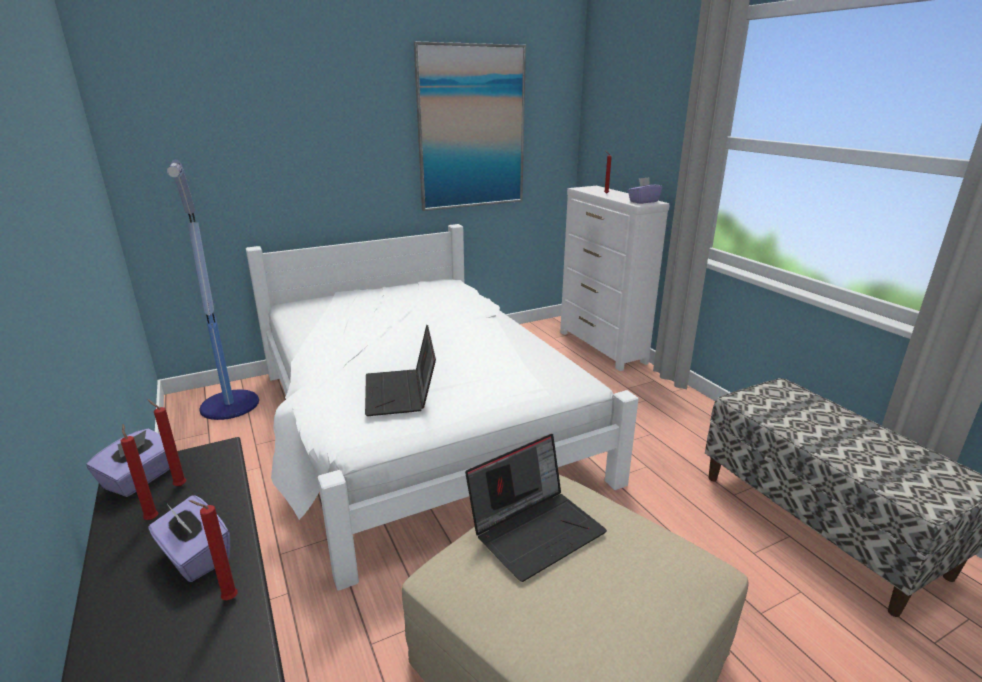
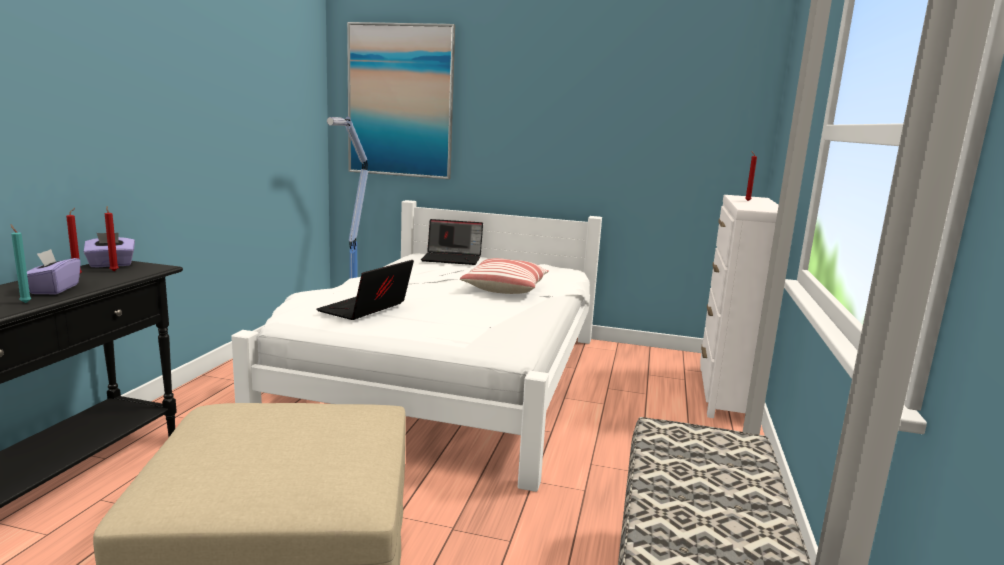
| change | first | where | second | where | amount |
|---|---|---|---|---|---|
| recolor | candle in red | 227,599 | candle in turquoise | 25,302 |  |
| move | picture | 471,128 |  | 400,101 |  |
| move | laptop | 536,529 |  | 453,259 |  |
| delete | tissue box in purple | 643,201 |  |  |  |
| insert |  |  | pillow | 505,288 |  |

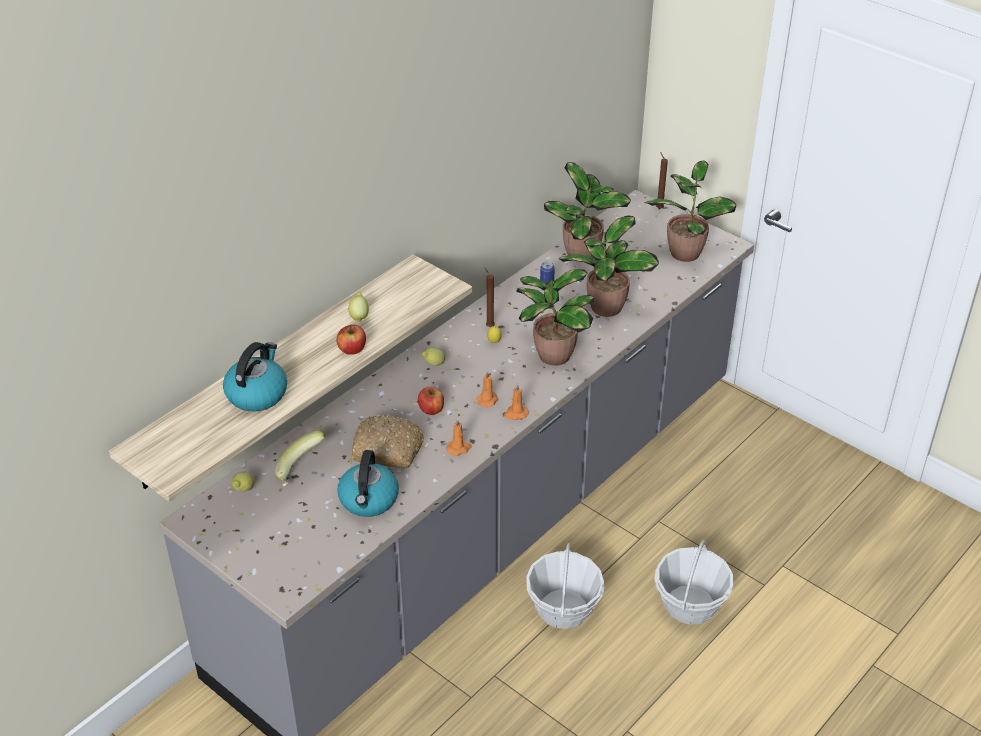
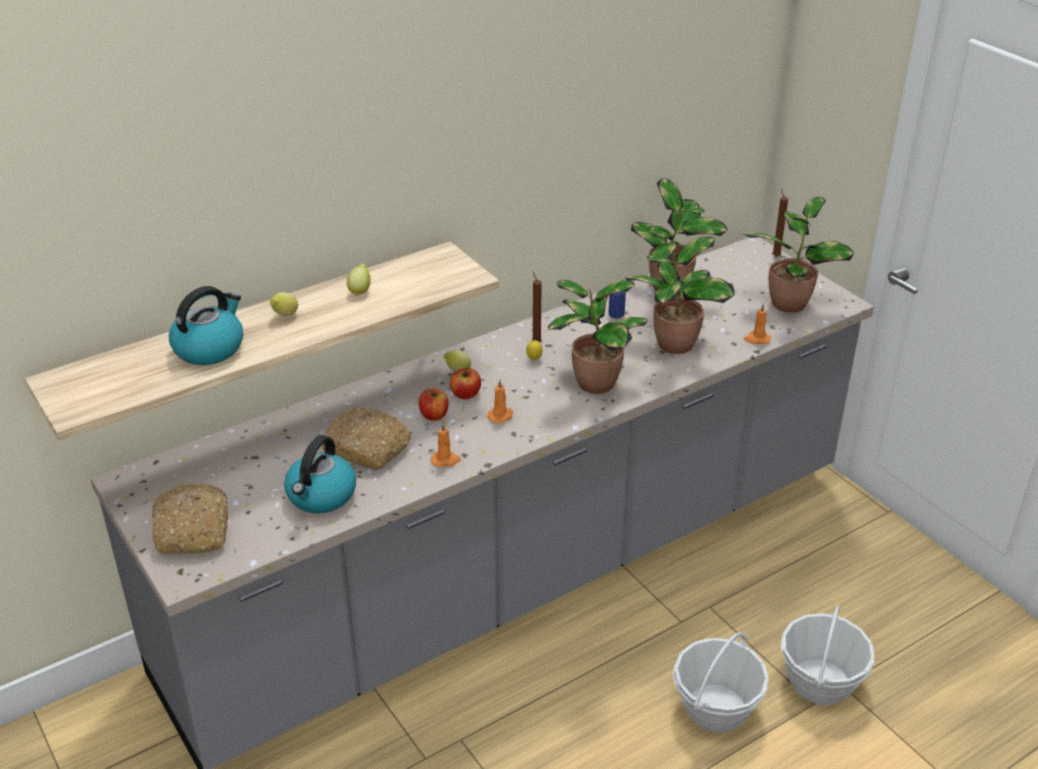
| change | first | where | second | where | amount |
|---|---|---|---|---|---|
| move | lemon | 243,490 |  | 284,315 |  |
| delete | banana | 301,471 |  |  |  |
| move | apple | 352,349 |  | 466,394 |  |
| move | candle in orange | 515,414 |  | 757,339 |  |
| move | basket | 563,609 |  | 820,682 |  |
| insert |  |  | bread | 194,530 |  |

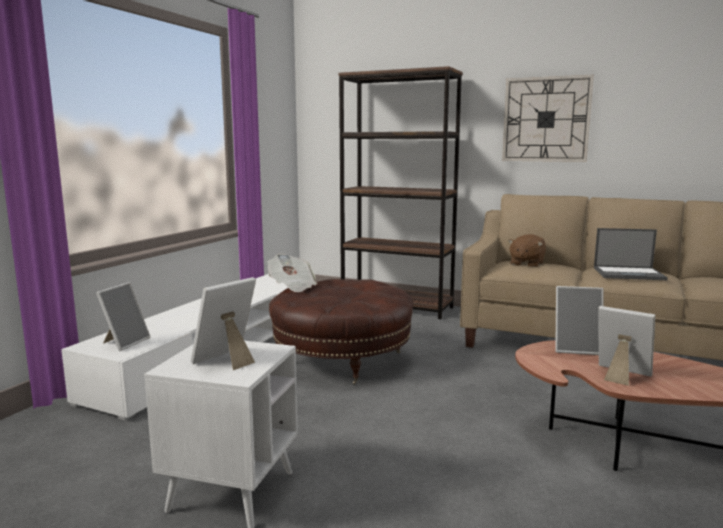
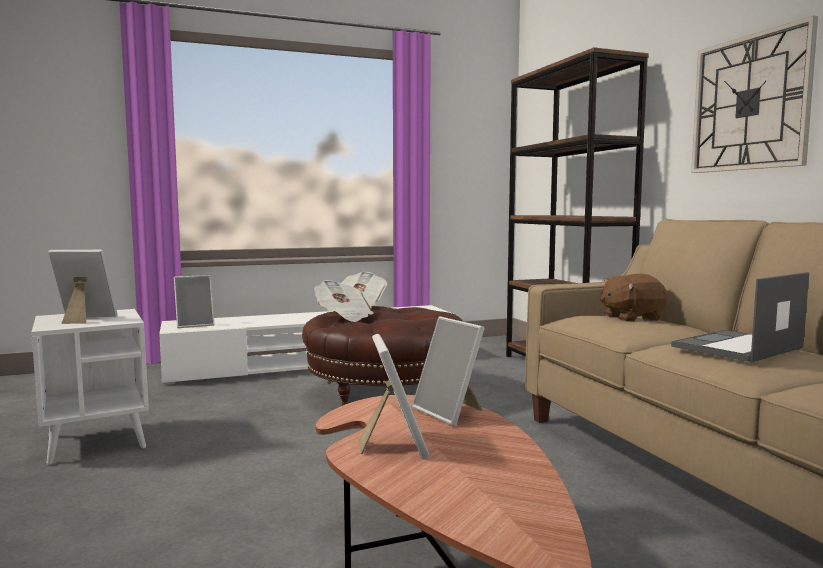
| change | first | where | second | where | amount |
|---|---|---|---|---|---|
| rotate | laptop | 629,274 |  | 737,347 | 90 degrees clockwise |
| insert |  |  | newspaper | 344,316 |  |

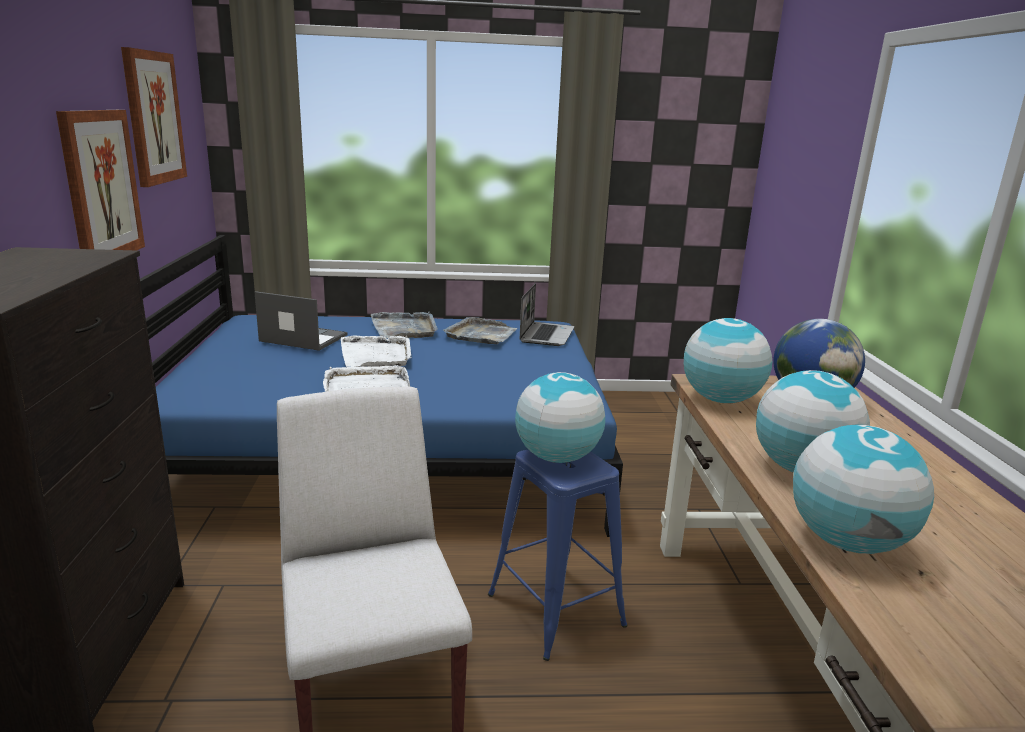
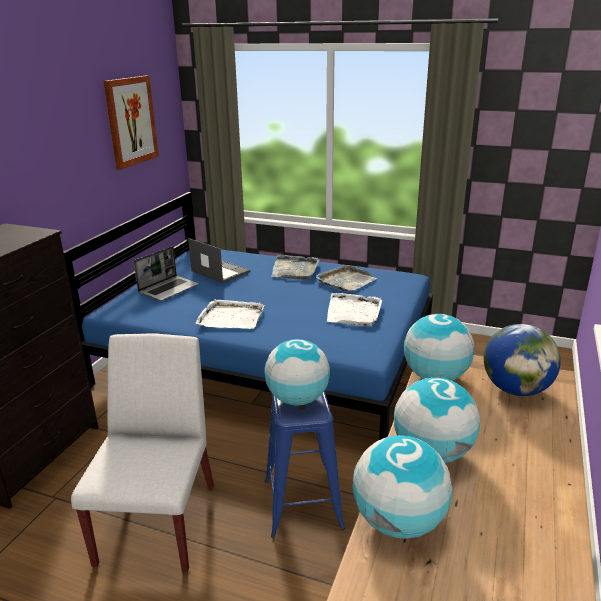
| change | first | where | second | where | amount |
|---|---|---|---|---|---|
| delete | picture | 101,186 |  |  |  |
| move | tray in white | 376,355 |  | 353,312 |  |
| move | laptop | 546,335 |  | 169,289 |  |

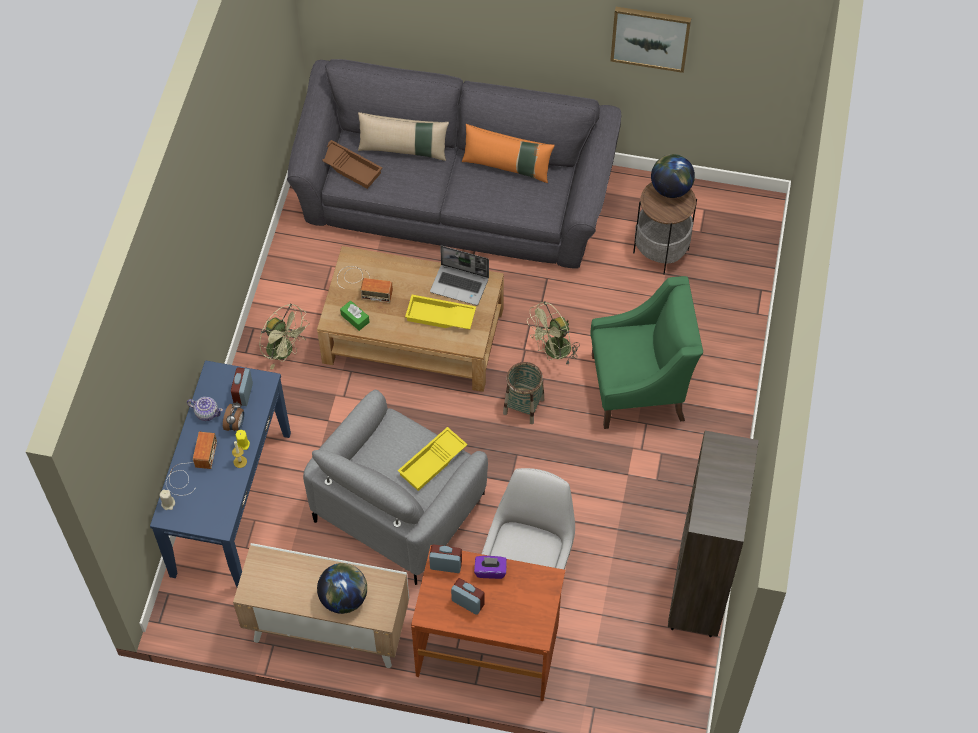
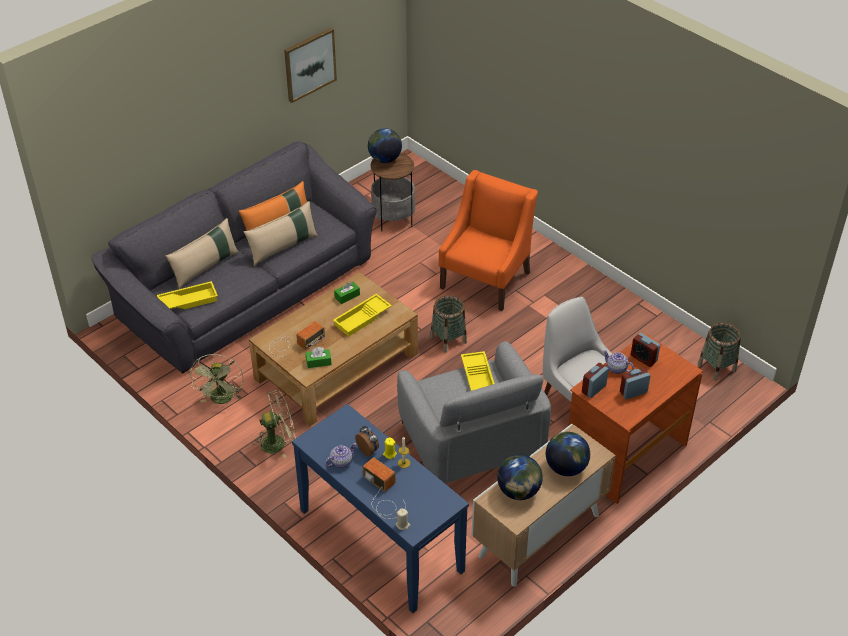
| change | first | where | second | where | amount |
|---|---|---|---|---|---|
| move | alarm clock | 243,394 |  | 643,358 |  |
| recolor | tray in brown | 350,167 | tray in yellow | 188,300 |  |
| replace | laptop | 460,285 | tissue box in green | 347,296 |  |
| replace | tissue box in purple | 490,571 | teapot | 616,369 |  |
| move | fan in green | 553,352 |  | 222,400 |  |
| recolor | armchair in green | 639,387 | armchair in orange | 486,279 |  |
| delete | bookcase in brown | 698,595 |  |  |  |
| insert |  |  | pillow in beige | 283,247 |  |
| insert |  |  | globe | 518,491 |  |
| insert |  |  | basket | 717,367 |  |

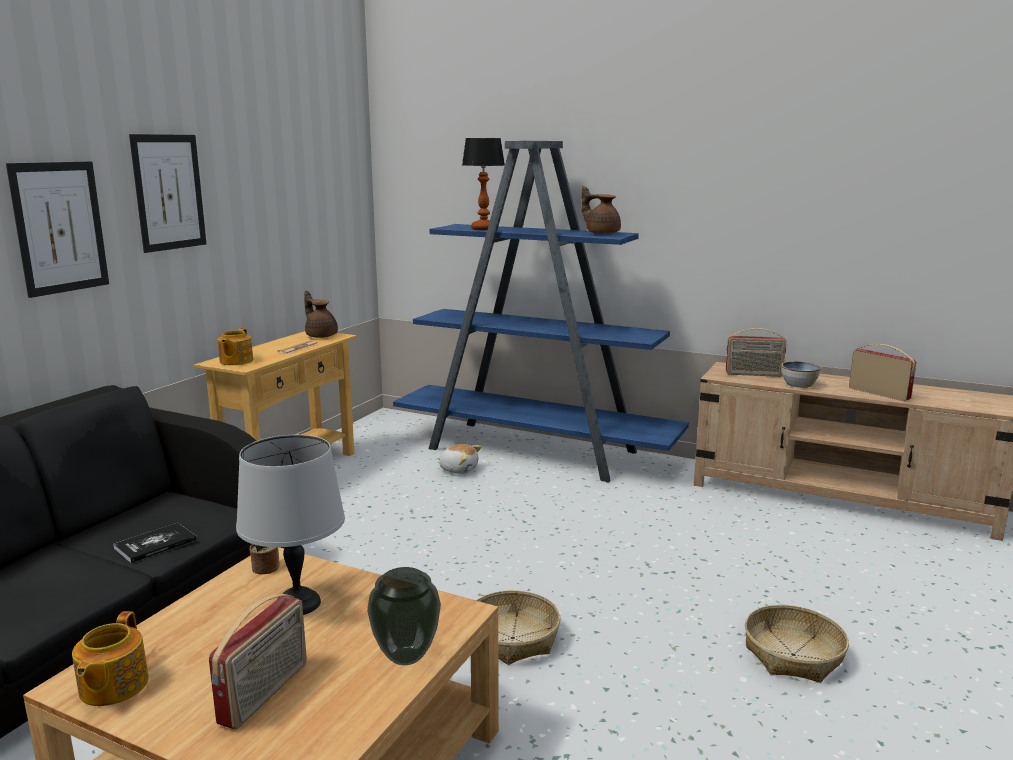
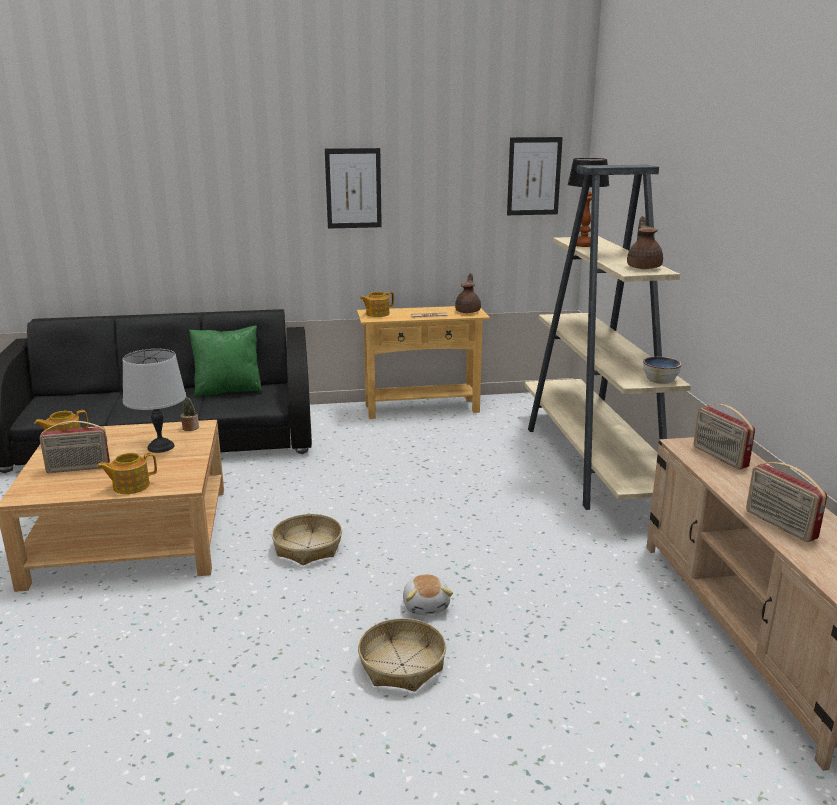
| change | first | where | second | where | amount |
|---|---|---|---|---|---|
| move | picture | 60,227 |  | 534,176 |  |
| delete | book | 155,544 |  |  |  |
| replace | vase | 405,656 | teapot | 130,486 |  |
| recolor | bookcase in blue | 535,451 | bookcase in beige | 594,464 |  |
| move | plush toy | 458,469 |  | 426,605 |  |
| move | bowl | 799,384 |  | 660,380 |  |
| rotate | radio | 879,393 |  | 779,525 | 135 degrees clockwise |
| insert |  |  | pillow in green | 228,390 |  |

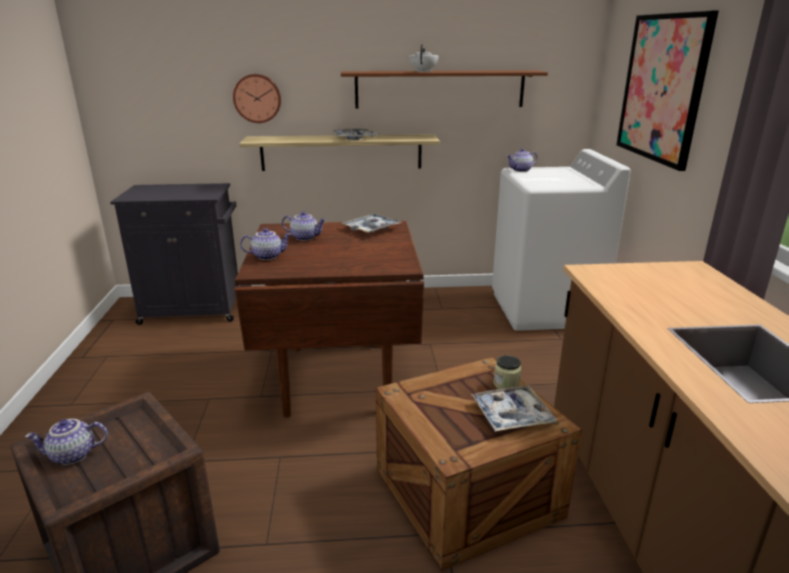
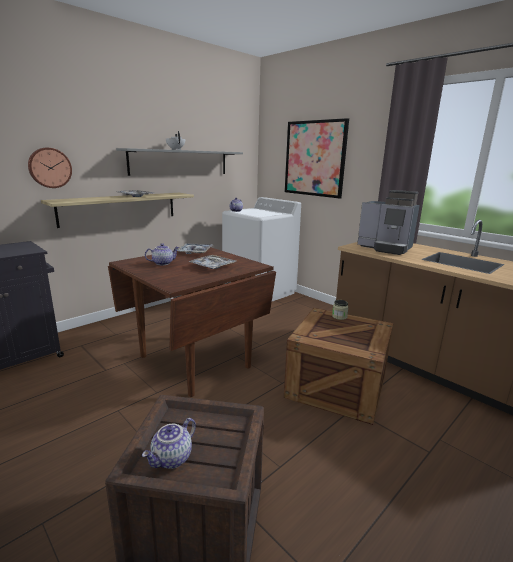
| change | first | where | second | where | amount |
|---|---|---|---|---|---|
| delete | teapot | 268,256 |  |  |  |
| recolor | shelf in brown | 440,89 | shelf in grey | 180,162 |  |
| move | tray | 511,415 |  | 212,266 |  |
| insert |  |  | coffee machine | 386,248 |  |

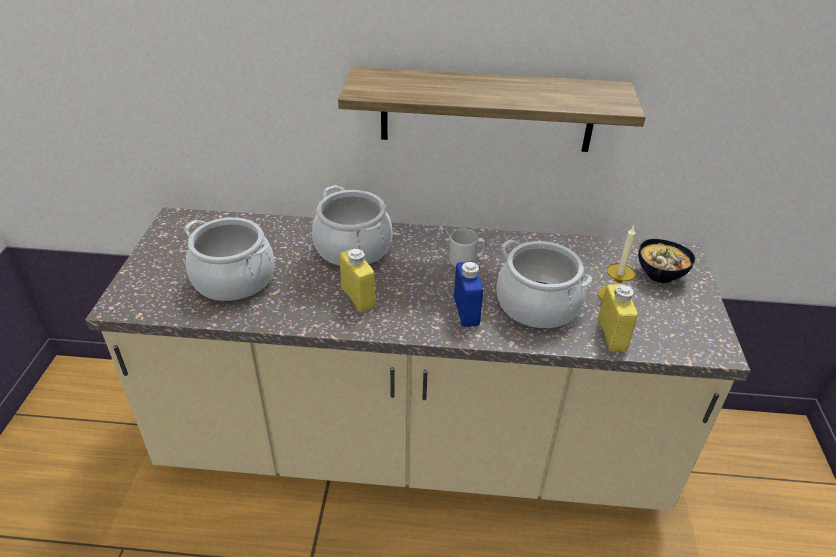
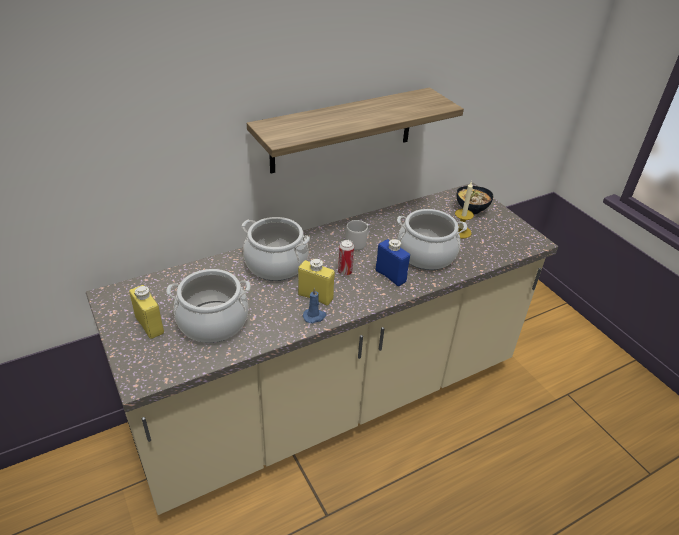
| change | first | where | second | where | amount |
|---|---|---|---|---|---|
| move | bottle in yellow | 612,335 |  | 149,325 |  |
| insert |  |  | candle in blue | 314,316 |  |
| insert |  |  | can | 345,272 |  |

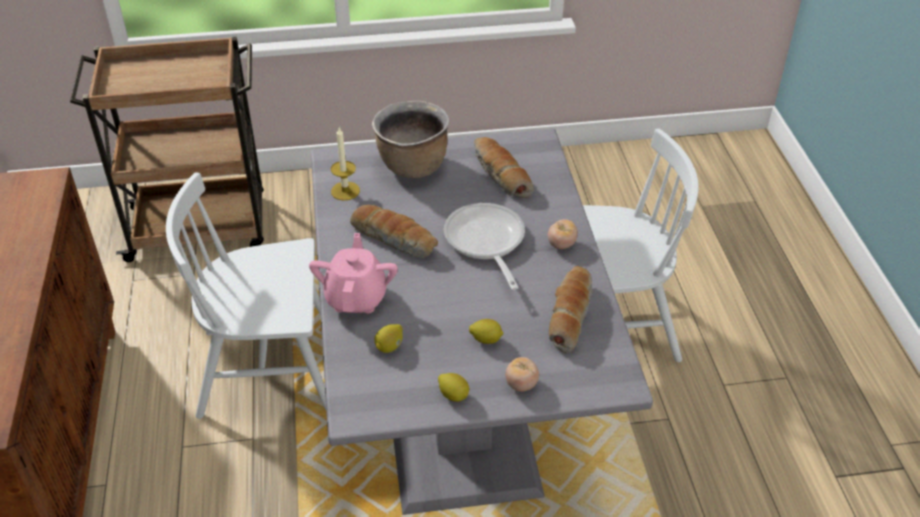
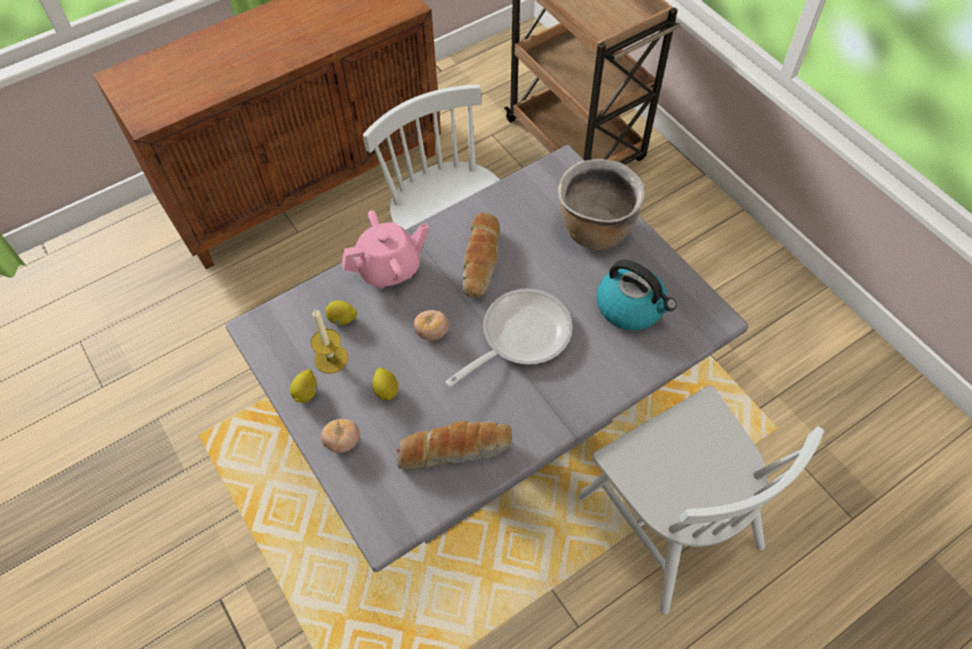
| change | first | where | second | where | amount |
|---|---|---|---|---|---|
| move | candle | 345,191 |  | 331,358 |  |
| replace | bread | 500,175 | kettle | 631,307 |  |
| move | tomato | 561,244 |  | 432,332 |  |

